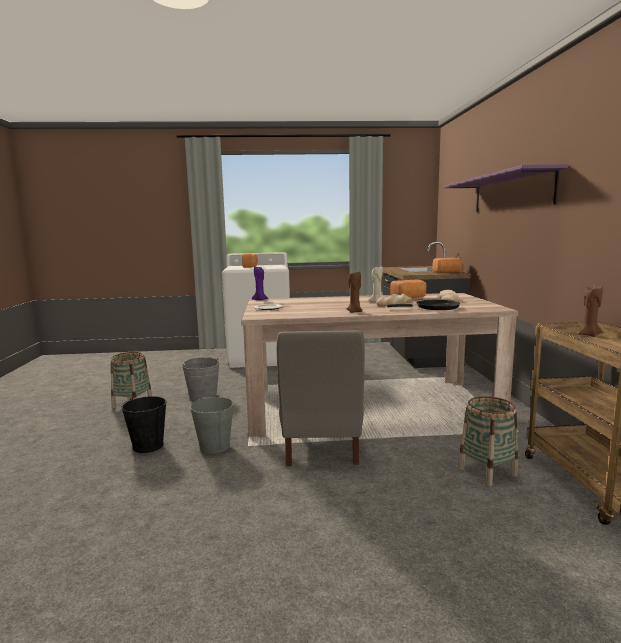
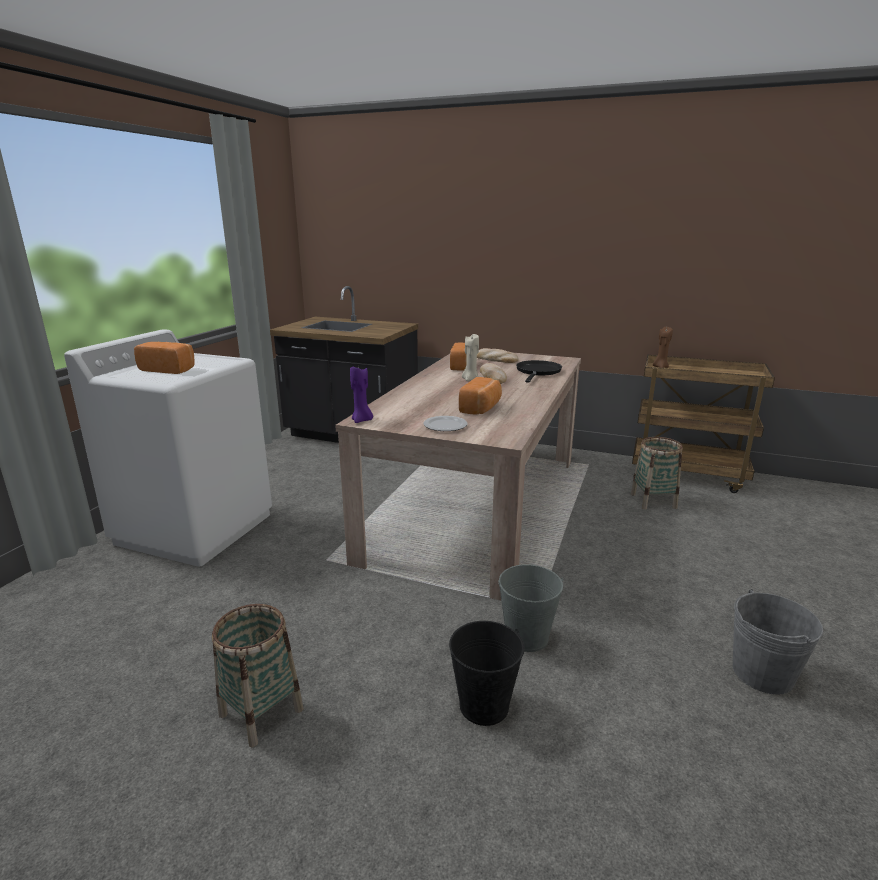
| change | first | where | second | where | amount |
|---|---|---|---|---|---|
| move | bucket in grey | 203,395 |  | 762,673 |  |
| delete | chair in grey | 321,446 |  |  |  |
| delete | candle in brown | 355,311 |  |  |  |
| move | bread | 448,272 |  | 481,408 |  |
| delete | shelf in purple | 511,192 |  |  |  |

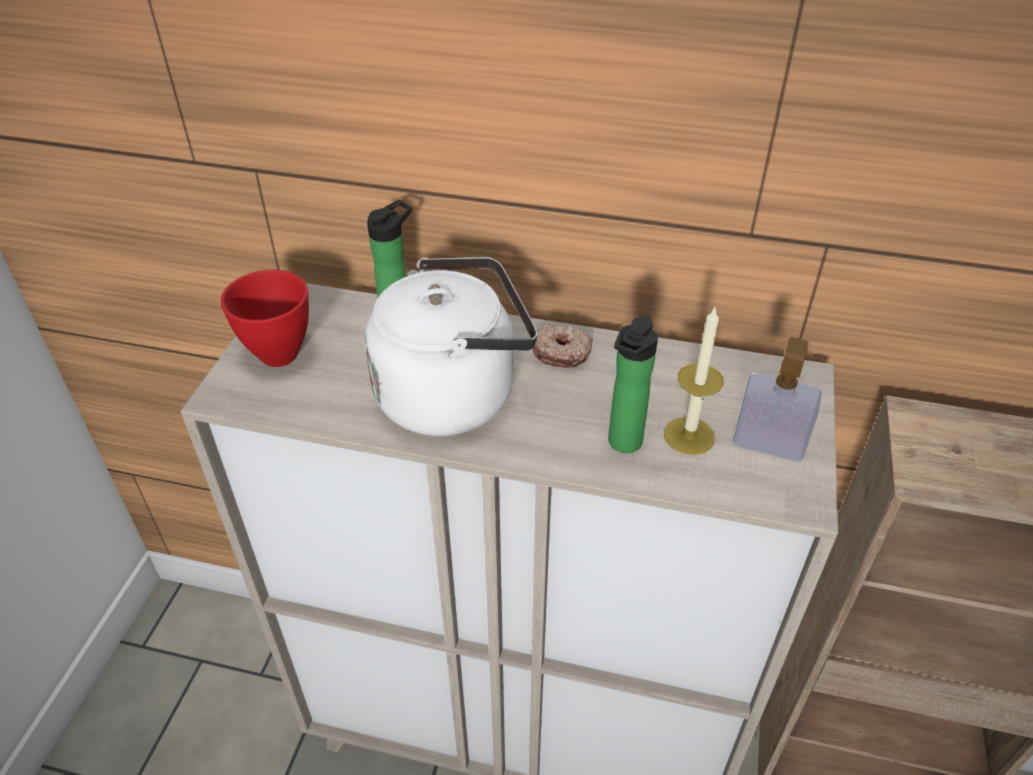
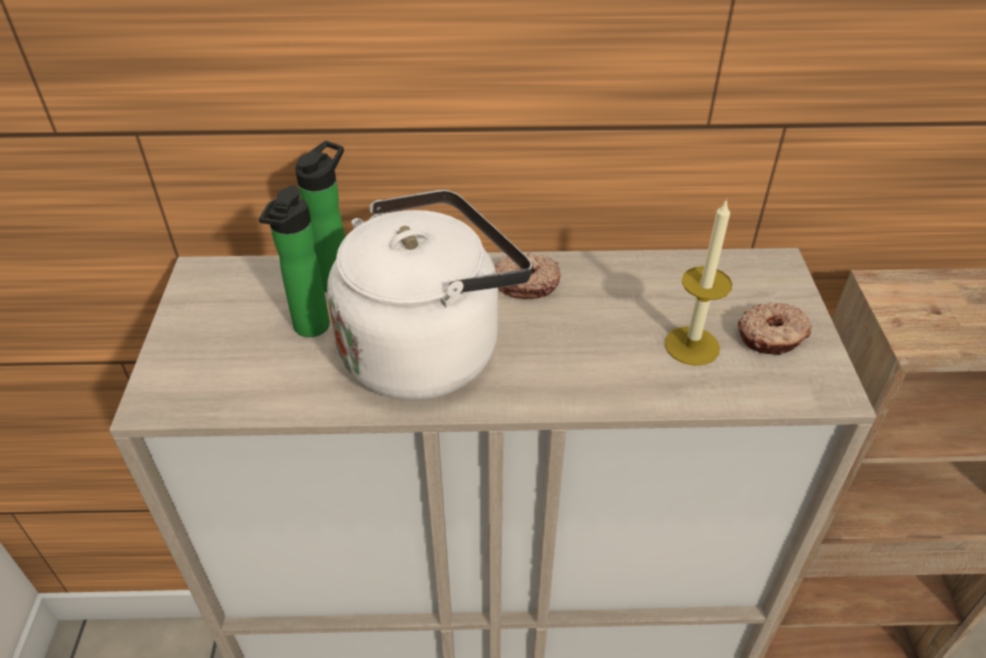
| change | first | where | second | where | amount |
|---|---|---|---|---|---|
| delete | bowl in red | 281,353 |  |  |  |
| move | bottle | 622,445 |  | 309,329 |  |
| replace | soap dispenser | 769,442 | donut | 772,337 |  |

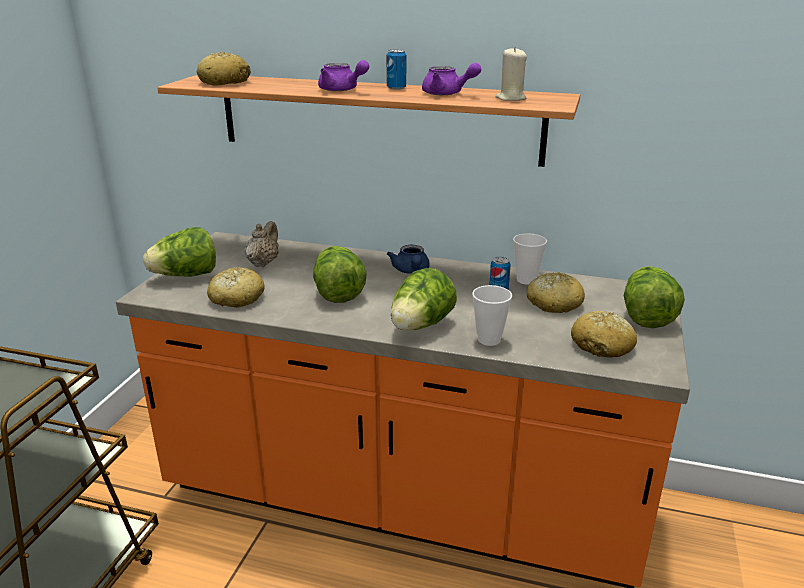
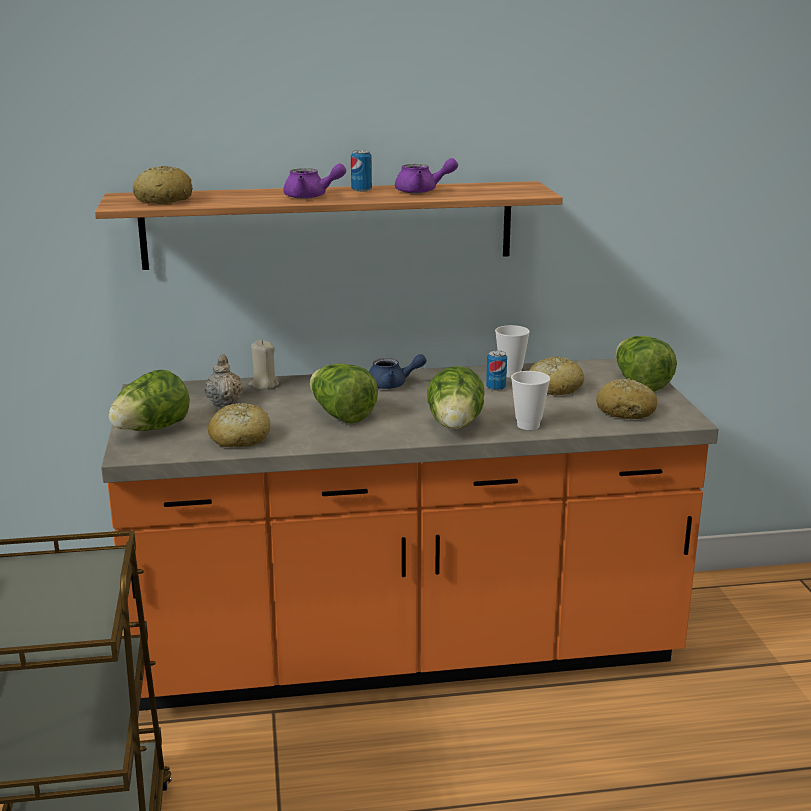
| change | first | where | second | where | amount |
|---|---|---|---|---|---|
| rotate | teapot in blue | 411,271 |  | 393,385 | 60 degrees counterclockwise |
| move | candle in beige | 510,98 |  | 264,384 |  |

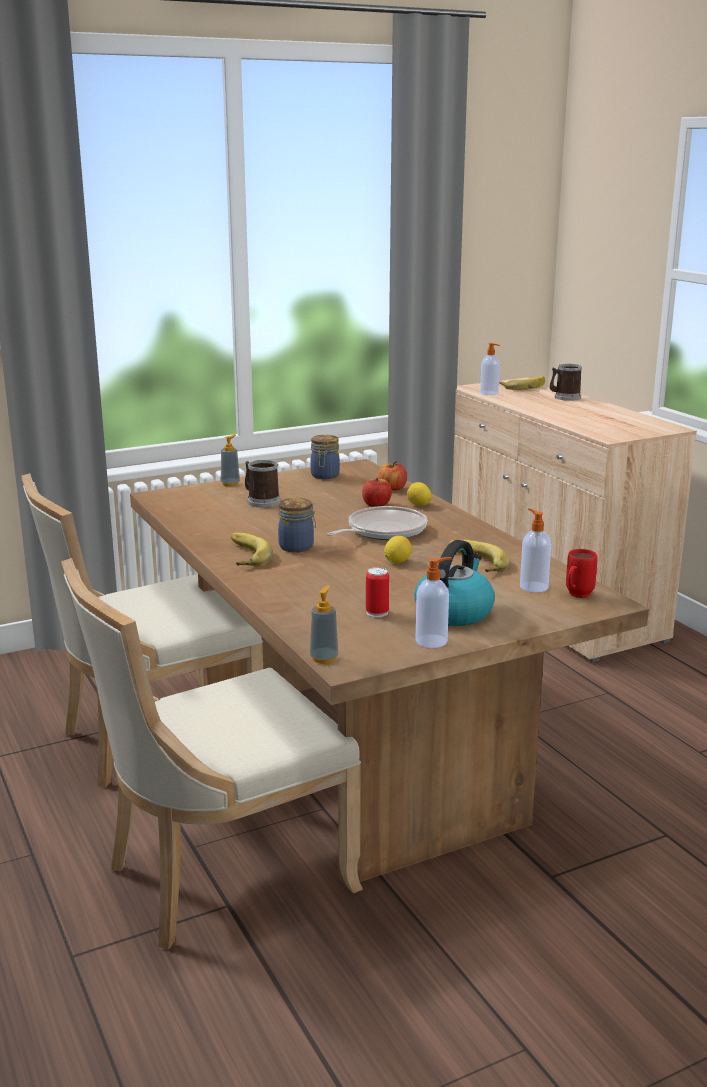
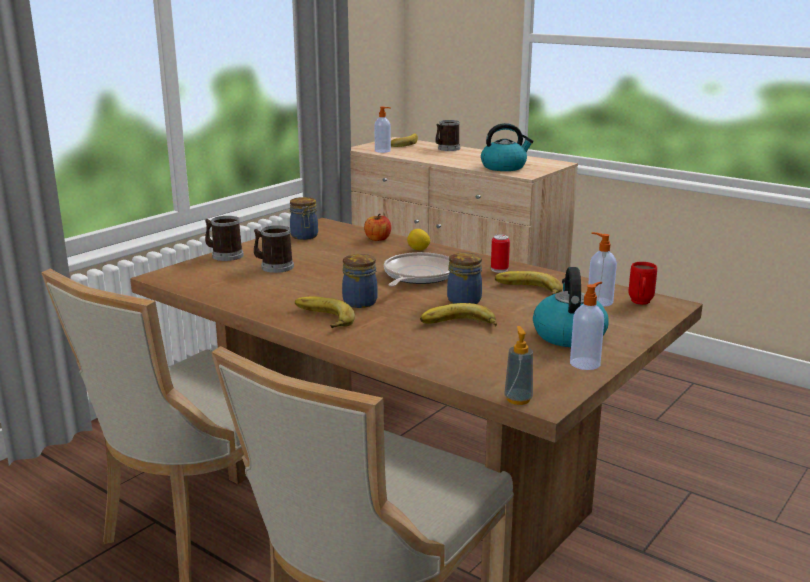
| change | first | where | second | where | amount |
|---|---|---|---|---|---|
| replace | soap dispenser | 230,484 | mug | 224,255 |  |
| delete | apple | 376,505 |  |  |  |
| move | can | 377,613 |  | 499,270 |  |
| replace | lemon | 397,562 | jar | 465,300 |  |
| insert |  |  | banana | 459,325 |  |
| insert |  |  | kettle | 504,167 |  |

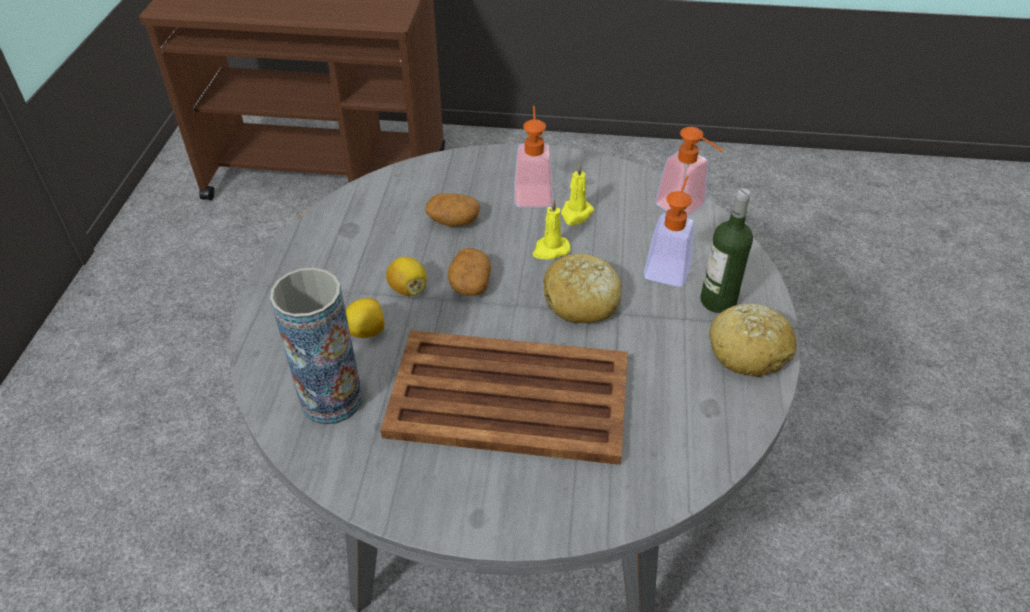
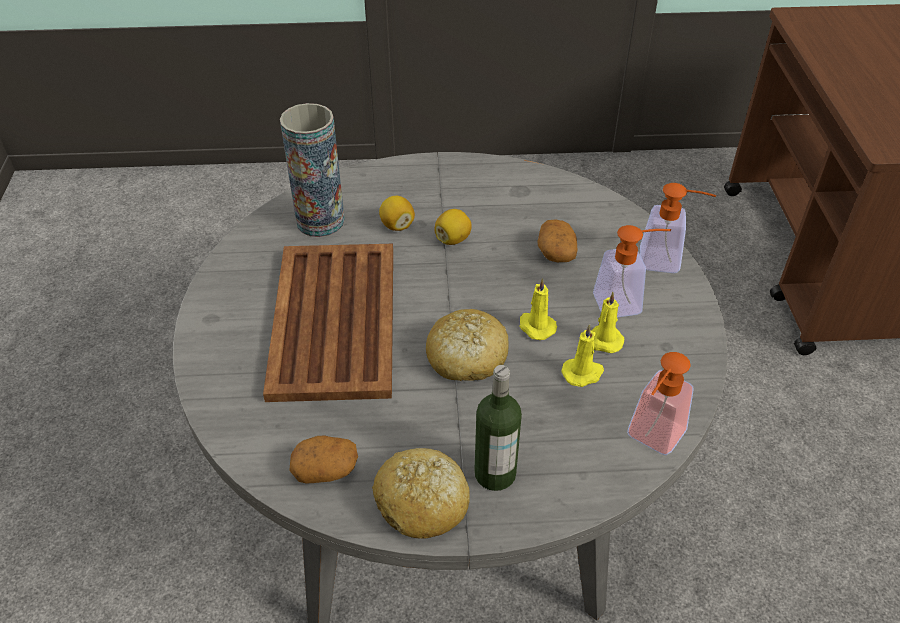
| change | first | where | second | where | amount |
|---|---|---|---|---|---|
| move | potato | 470,283 |  | 326,469 |  |
| move | soap dispenser | 669,265 |  | 668,261 |  |
| insert |  |  | candle in yellow | 583,373 |  |

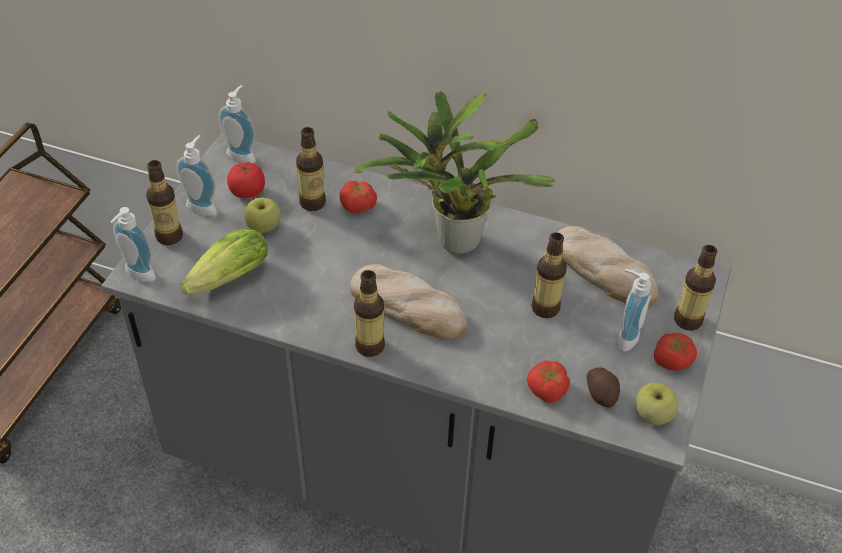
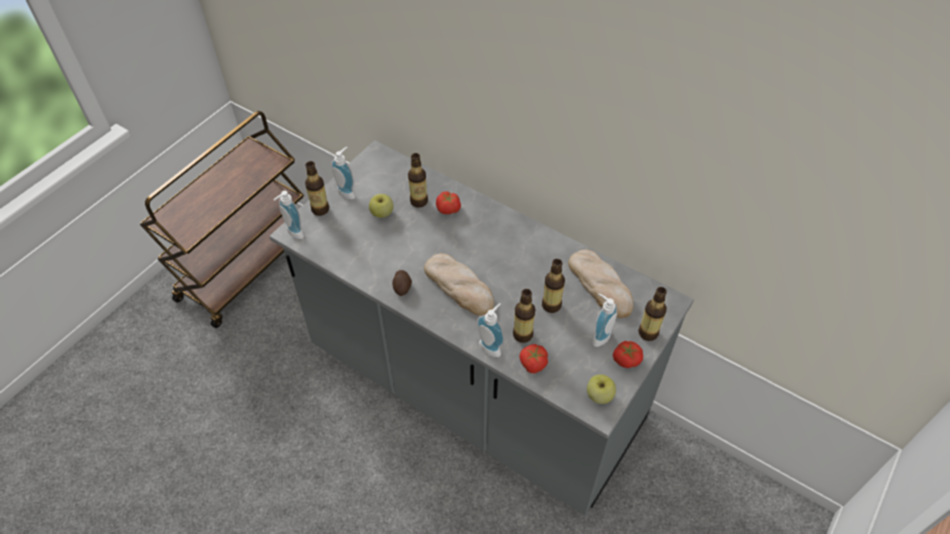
| change | first | where | second | where | amount |
|---|---|---|---|---|---|
| delete | lettuce | 225,281 |  |  |  |
| move | soap dispenser | 243,155 |  | 492,346 |  |
| delete | tomato | 247,192 |  |  |  |
| delete | potted plant | 452,240 |  |  |  |
| move | bottle | 370,346 |  | 522,334 |  |
| move | potato | 601,393 |  | 402,287 |  |

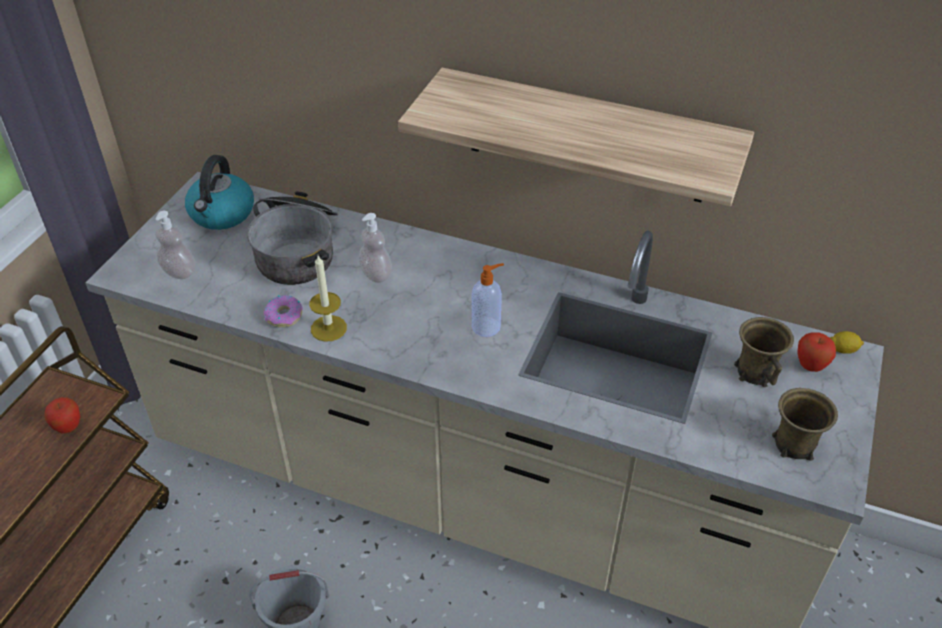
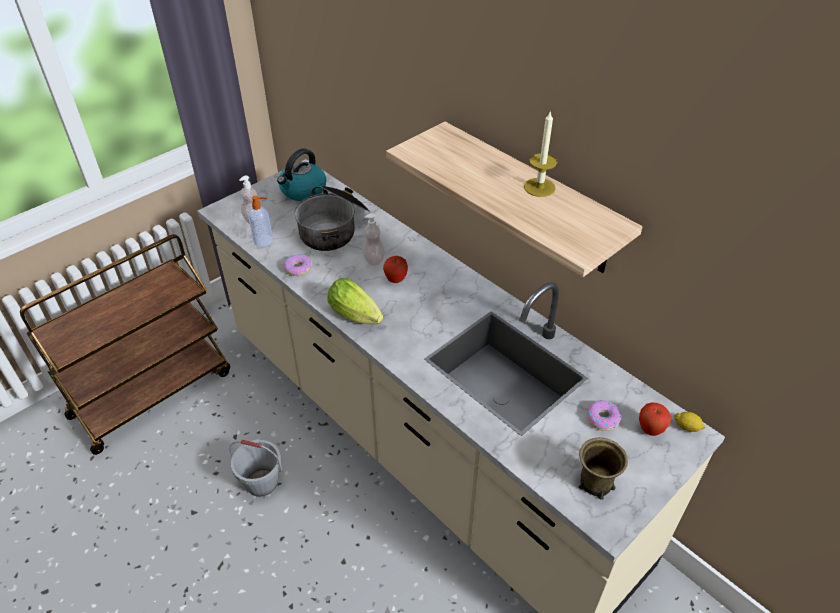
| change | first | where | second | where | amount |
|---|---|---|---|---|---|
| move | apple | 68,428 |  | 396,280 |  |
| move | candle | 328,328 |  | 539,187 |  |
| move | soap dispenser | 487,326 |  | 264,241 |  |
| replace | mug in brown | 756,372 | donut | 602,418 |  |
| insert |  |  | lettuce | 357,315 |  |

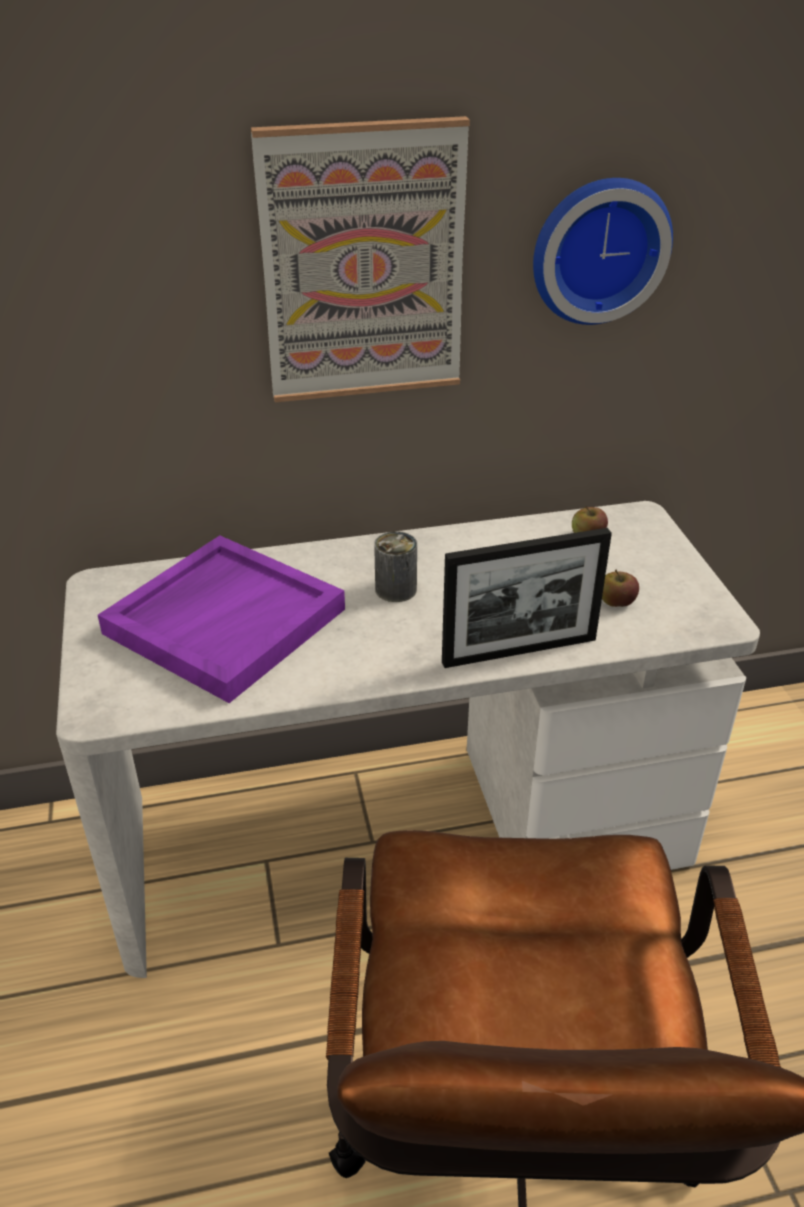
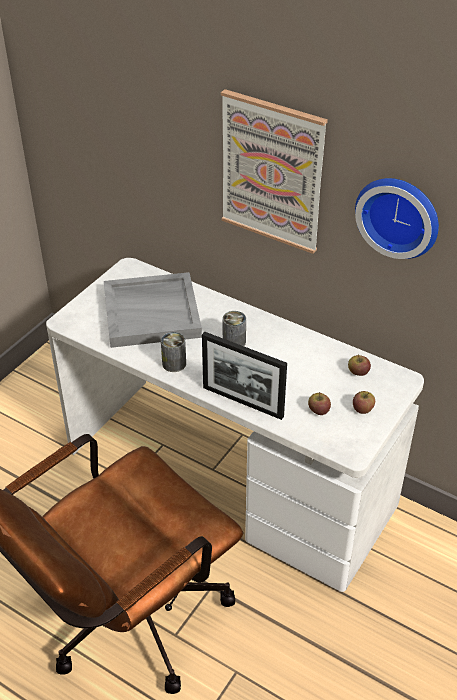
| change | first | where | second | where | amount |
|---|---|---|---|---|---|
| recolor | tray in purple | 225,620 | tray in grey | 152,312 |  |
| insert |  |  | can | 174,363 |  |
| insert |  |  | apple | 362,409 |  |

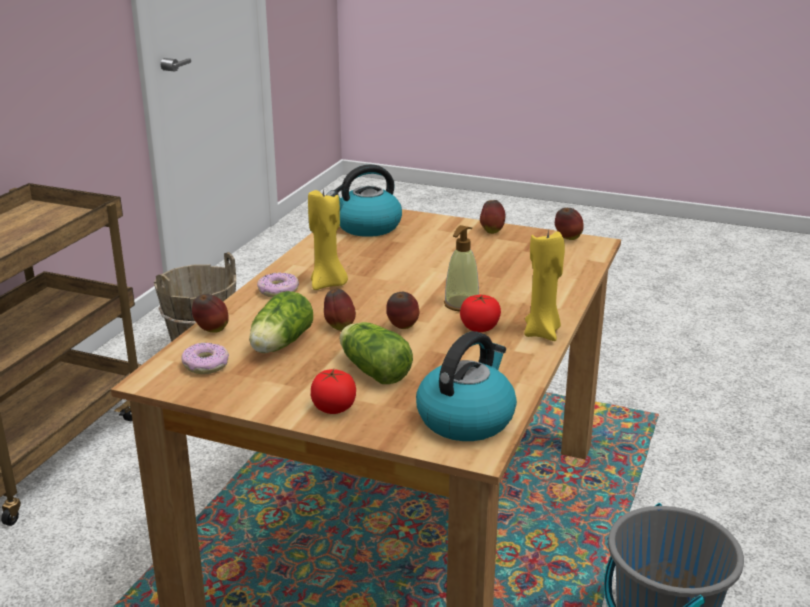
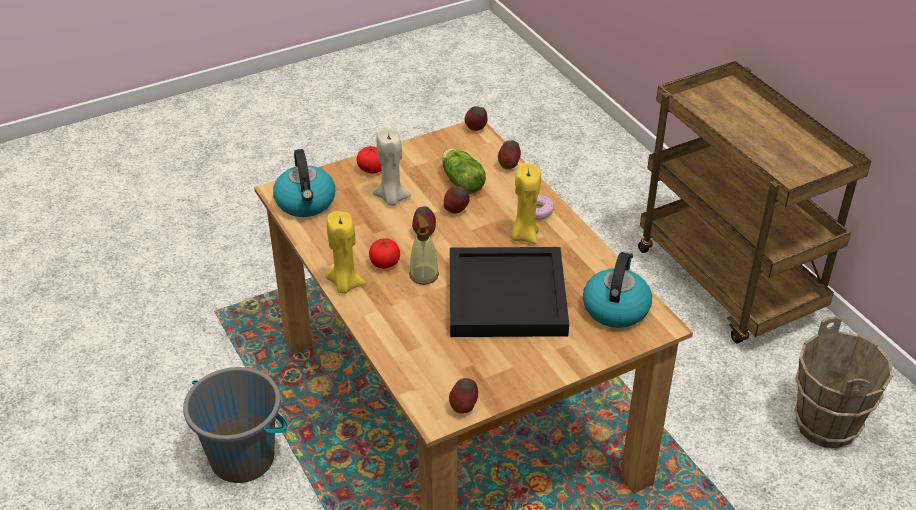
| change | first | where | second | where | amount |
|---|---|---|---|---|---|
| delete | donut | 206,365 |  |  |  |
| replace | lettuce | 372,370 | candle in beige | 391,198 |  |
| move | apple | 492,231 |  | 476,129 |  |
| insert |  |  | tray in black | 508,295 |  |

